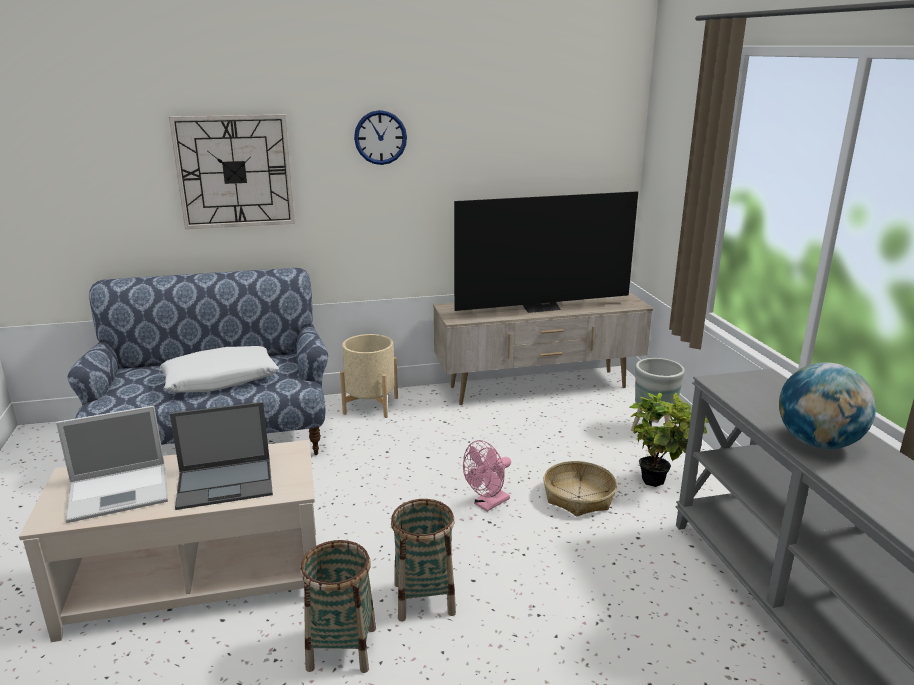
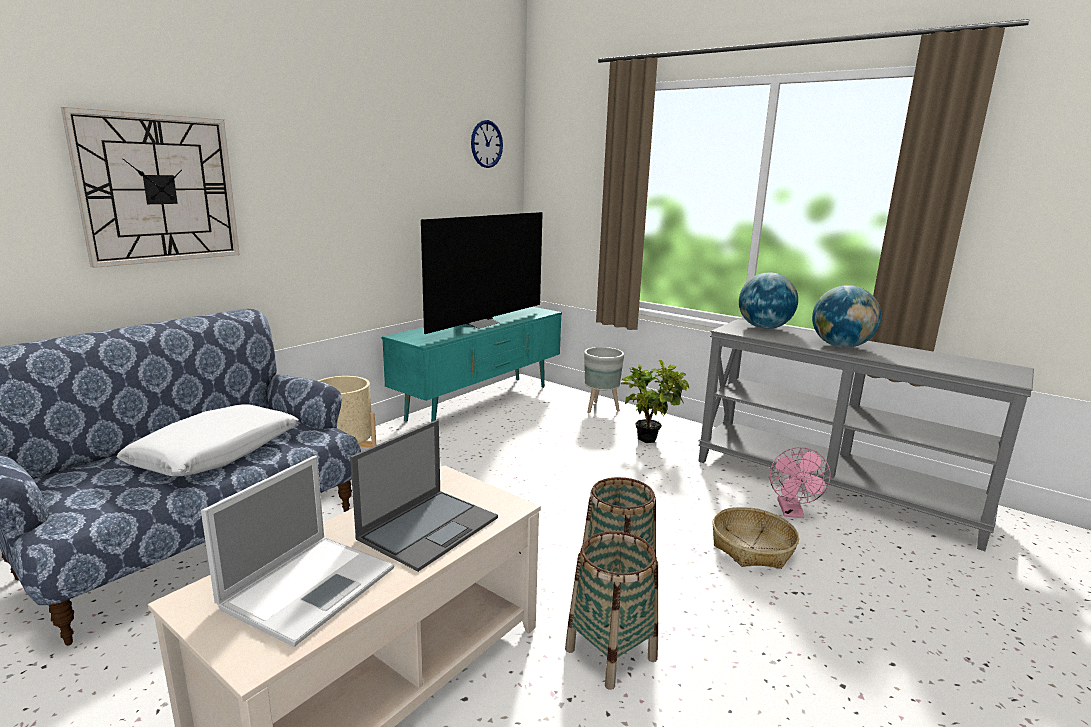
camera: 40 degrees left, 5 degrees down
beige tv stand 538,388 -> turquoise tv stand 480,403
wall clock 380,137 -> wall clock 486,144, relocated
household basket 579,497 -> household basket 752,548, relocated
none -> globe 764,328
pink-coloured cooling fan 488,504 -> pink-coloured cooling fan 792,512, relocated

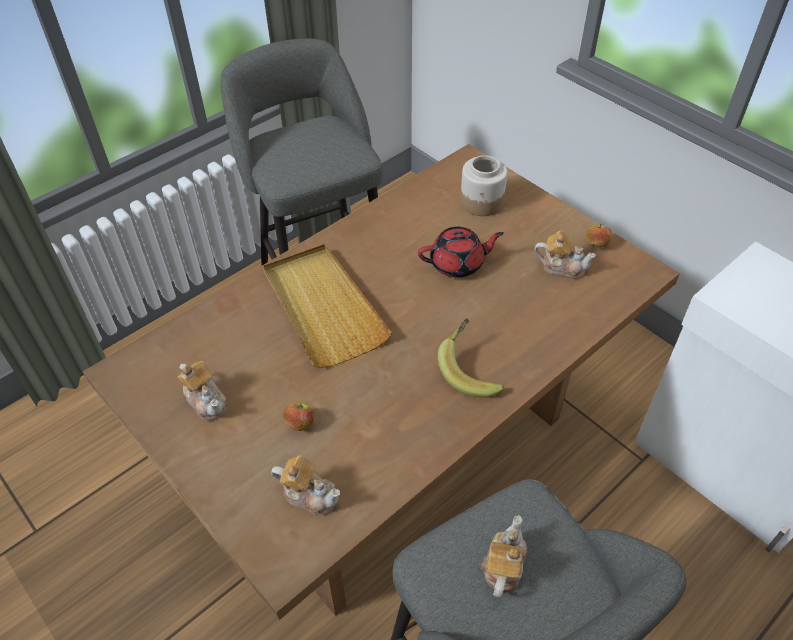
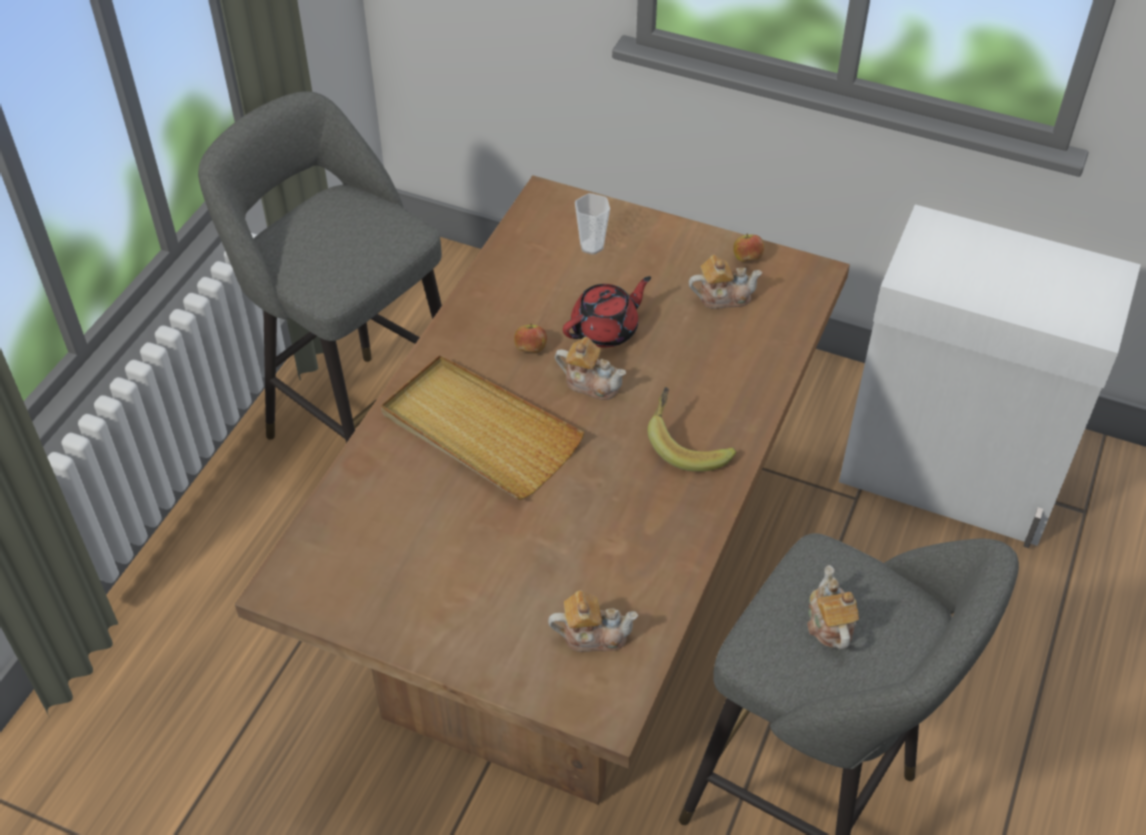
camera: 25 degrees left, 0 degrees up
apple fruit 300,424 -> apple fruit 530,349, relocated
pot for tea 206,400 -> pot for tea 591,383, relocated
jar 482,202 -> small cup 591,246

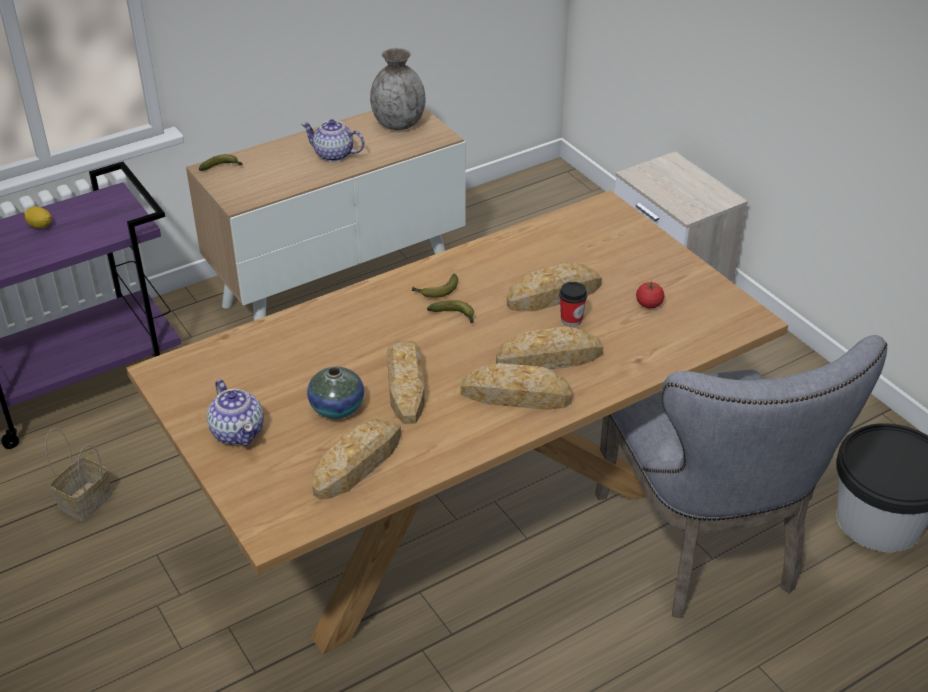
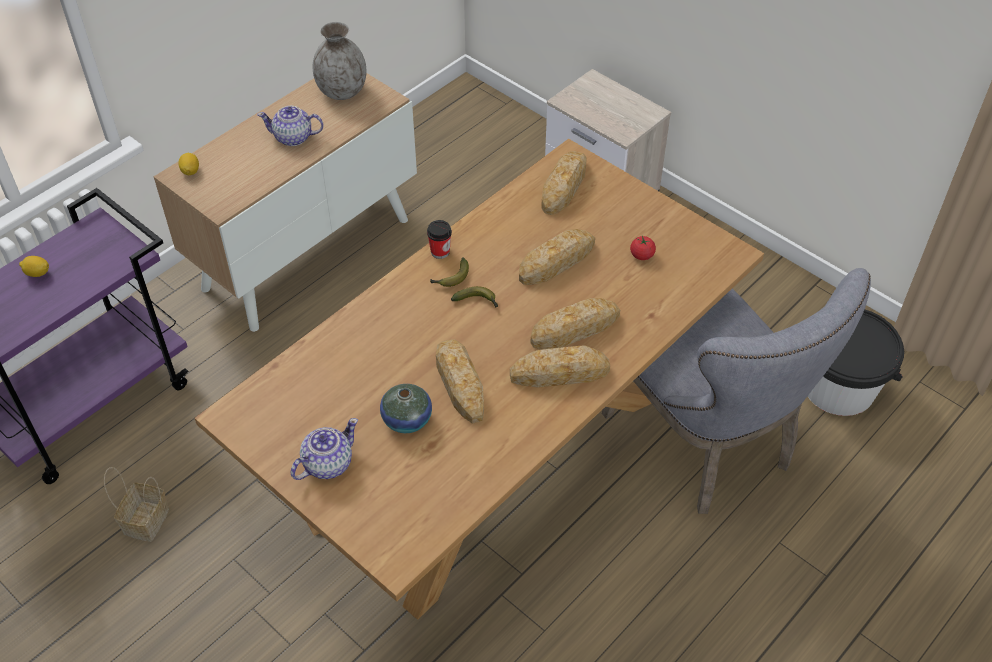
camera: 15 degrees left, 10 degrees up
whole banana 222,167 -> citrus fruit 190,171
pot for tea 238,432 -> pot for tea 327,464, 90 degrees counterclockwise
small cup 571,319 -> small cup 440,252, relocated
bakery bread 358,464 -> bakery bread 564,186, relocated

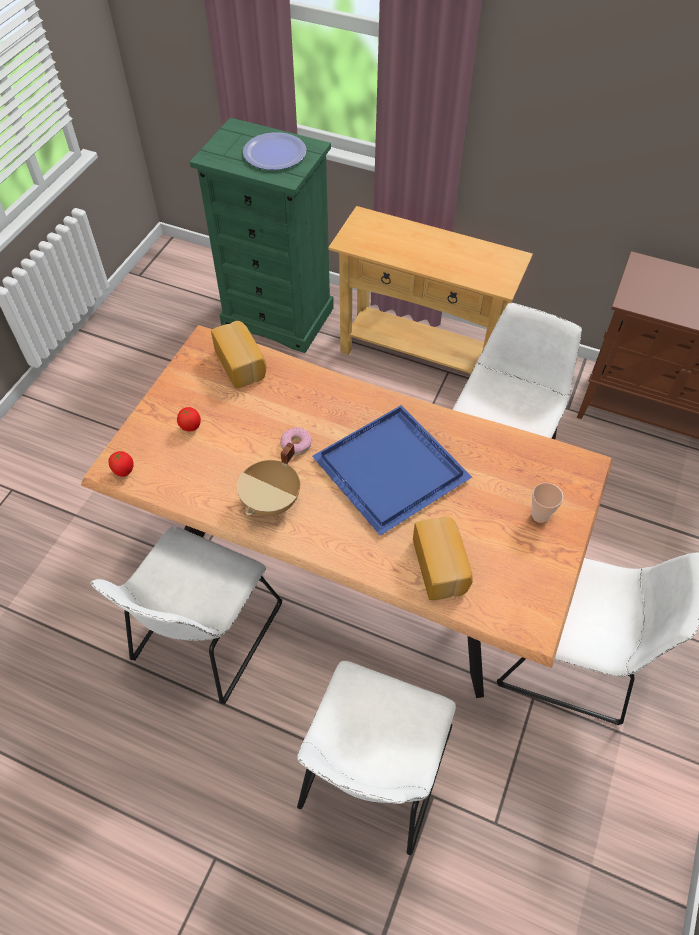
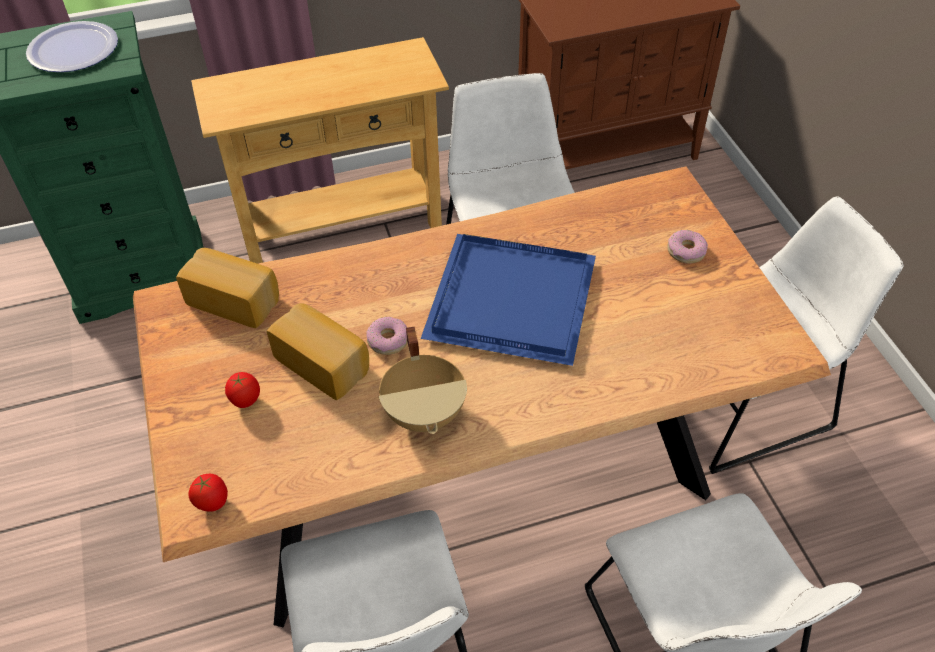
camera: 40 degrees left, 5 degrees down
bakery bread 441,566 -> bakery bread 324,362, relocated
small cup 540,515 -> donut 686,251

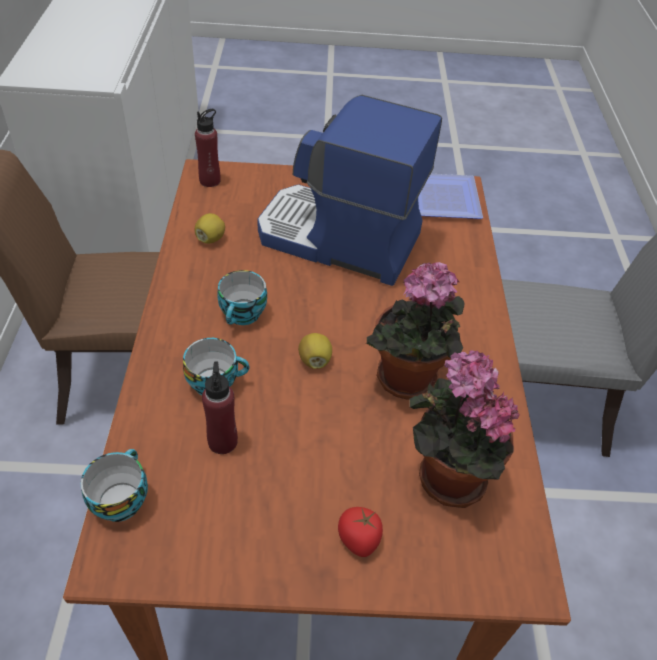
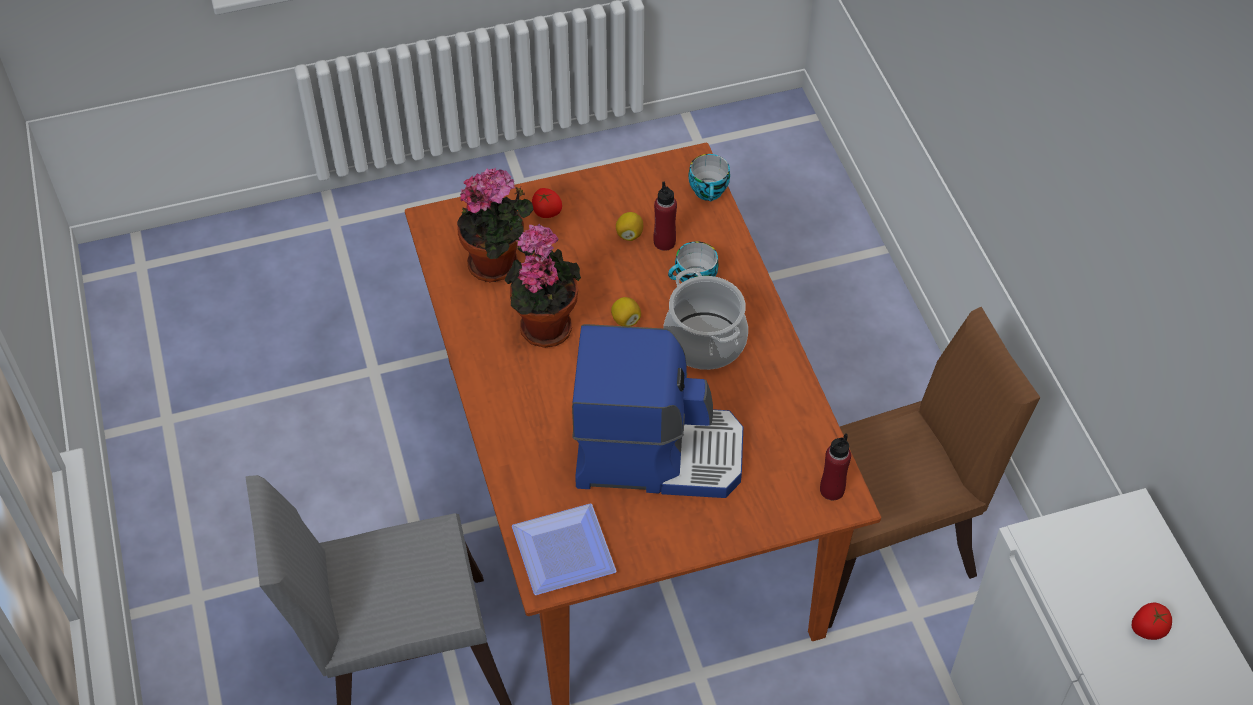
camera: 165 degrees right, 5 degrees up
citrus fruit 210,238 -> citrus fruit 629,234, relocated
small cup 243,315 -> cooking pot 704,341
none -> whole tomato 1148,629

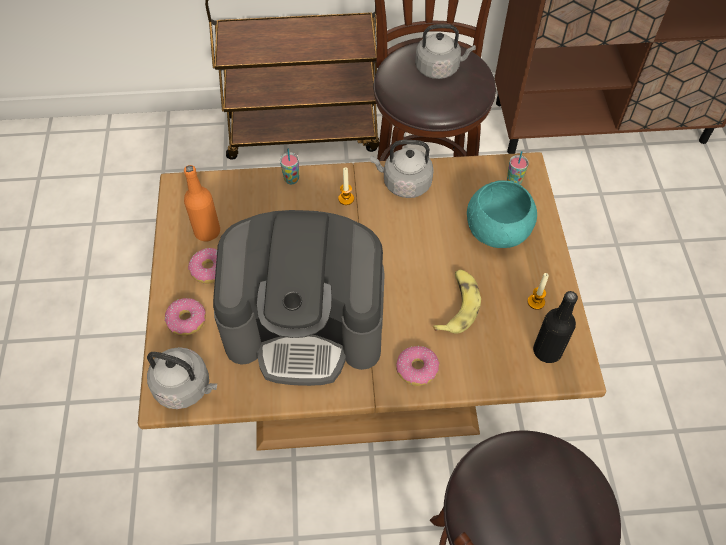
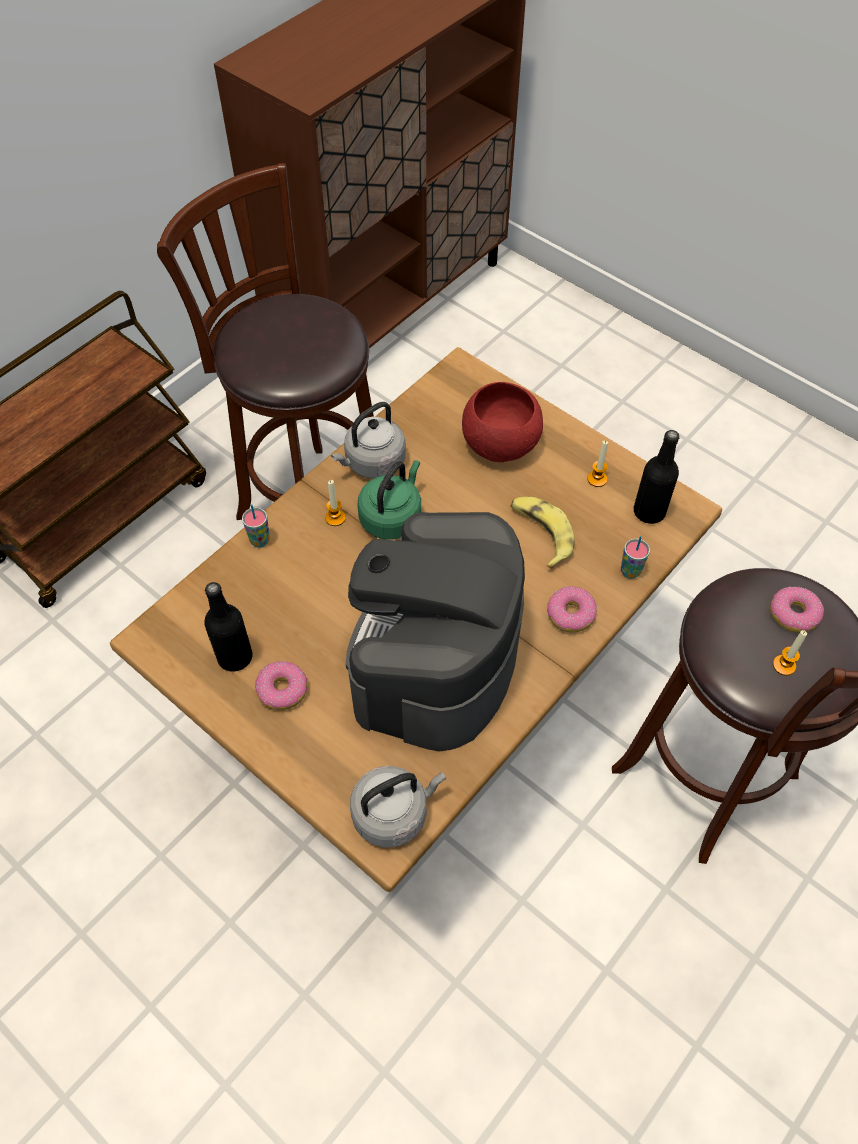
camera: 45 degrees left, 0 degrees up
orange drink bottle 207,232 -> black drink bottle 235,657
coffee maker 306,324 -> coffee maker 435,659, 150 degrees clockwise
none -> green-coloured kettle 392,517
turquoise serving bowl 497,231 -> red serving bowl 500,444
small cup 513,182 -> small cup 630,571, relocated
donut 187,320 -> donut 794,614, relocated
none -> wax light 784,665
gray kettle 439,68 -> none

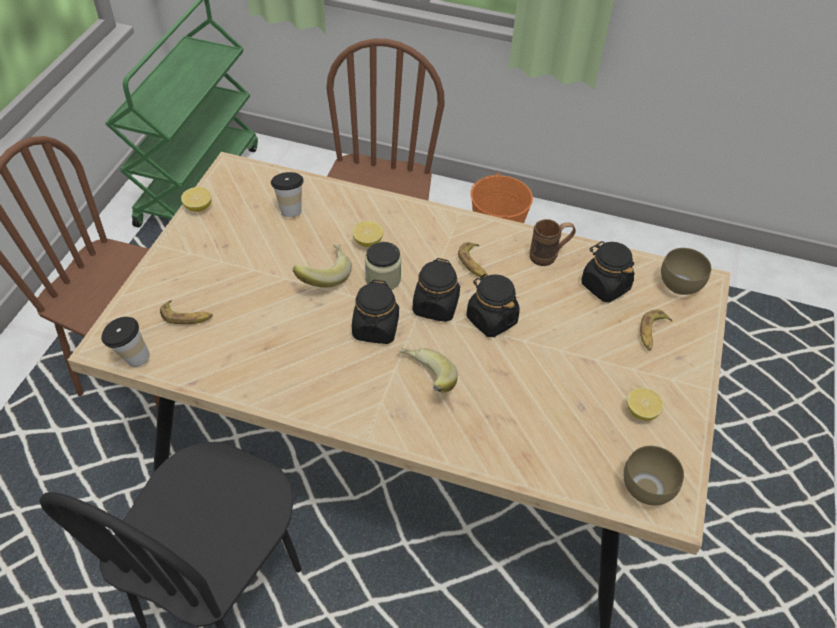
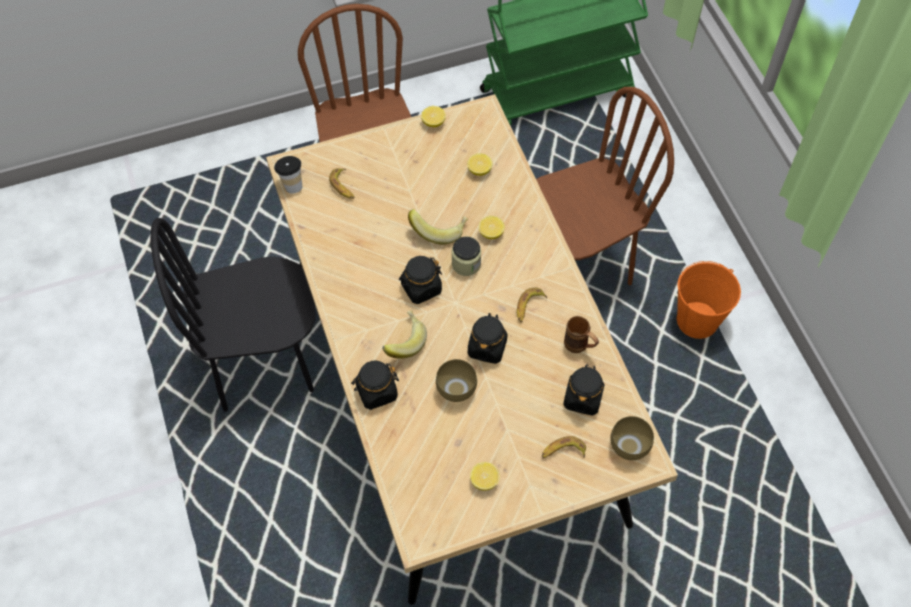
camera: 55 degrees right, 10 degrees up
black jar 435,306 -> black jar 376,392, relocated
brownish serving bowl 646,490 -> brownish serving bowl 454,389, relocated
small cup 290,209 -> citrus fruit 479,170

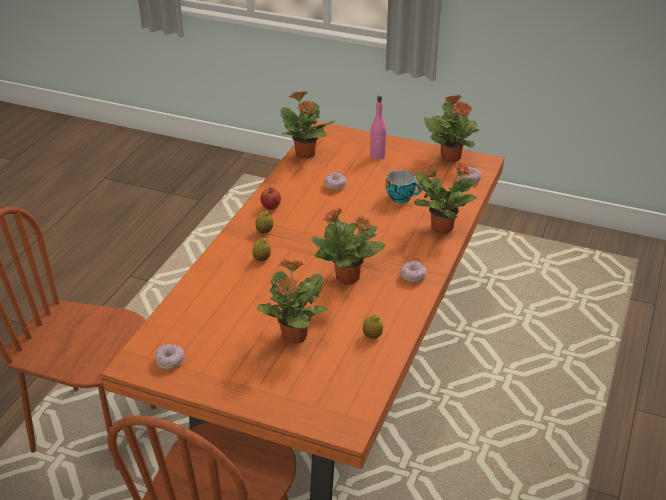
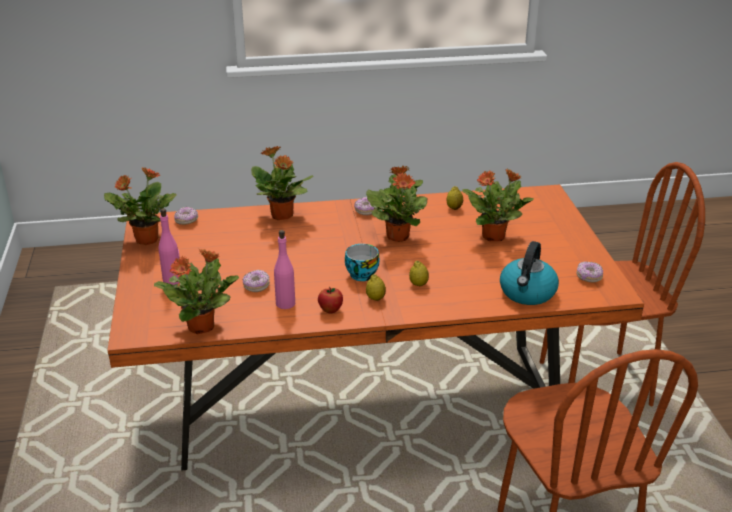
camera: 120 degrees left, 5 degrees down
none -> pink-coloured drink bottle 285,303
small cup 402,197 -> small cup 360,274, relocated
none -> kettle 527,293

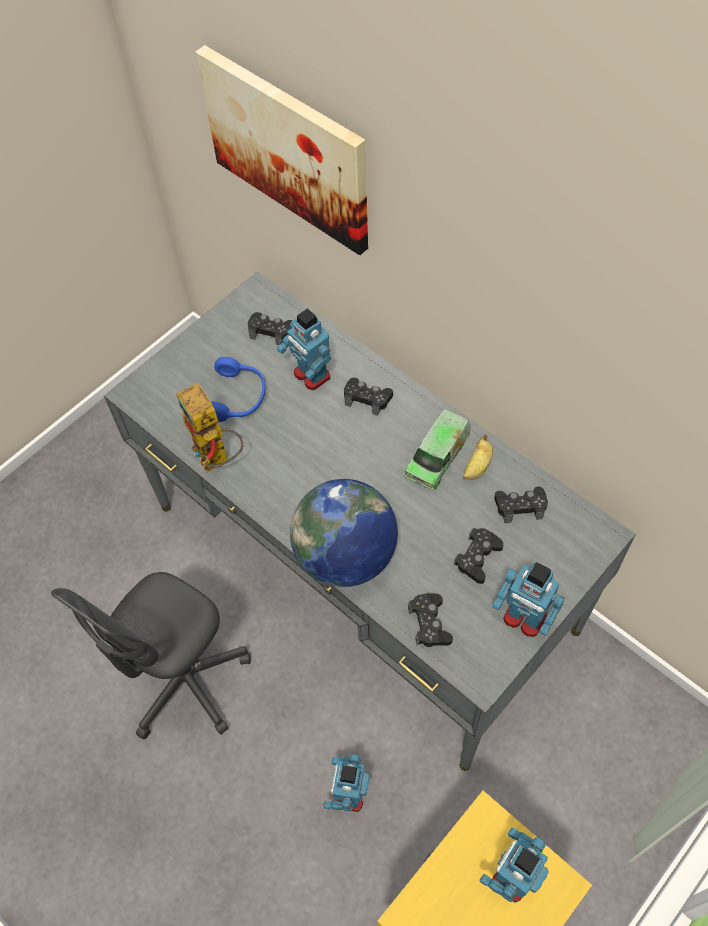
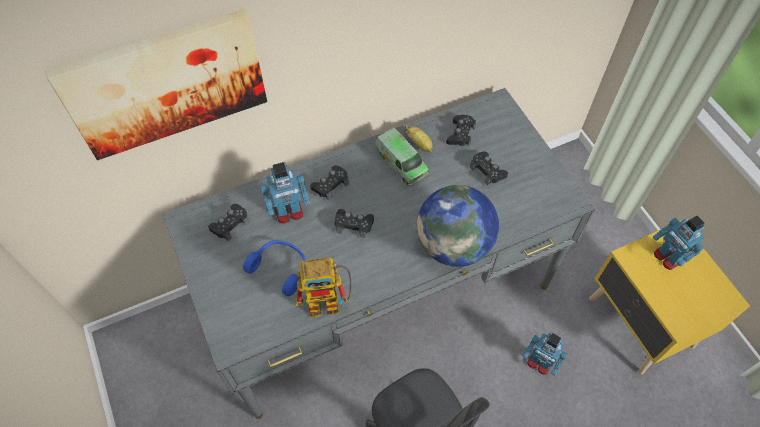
camera: 70 degrees left, 0 degrees up
black gamepad 429,623 -> black gamepad 353,225, relocated
toy robot 524,618 -> none

